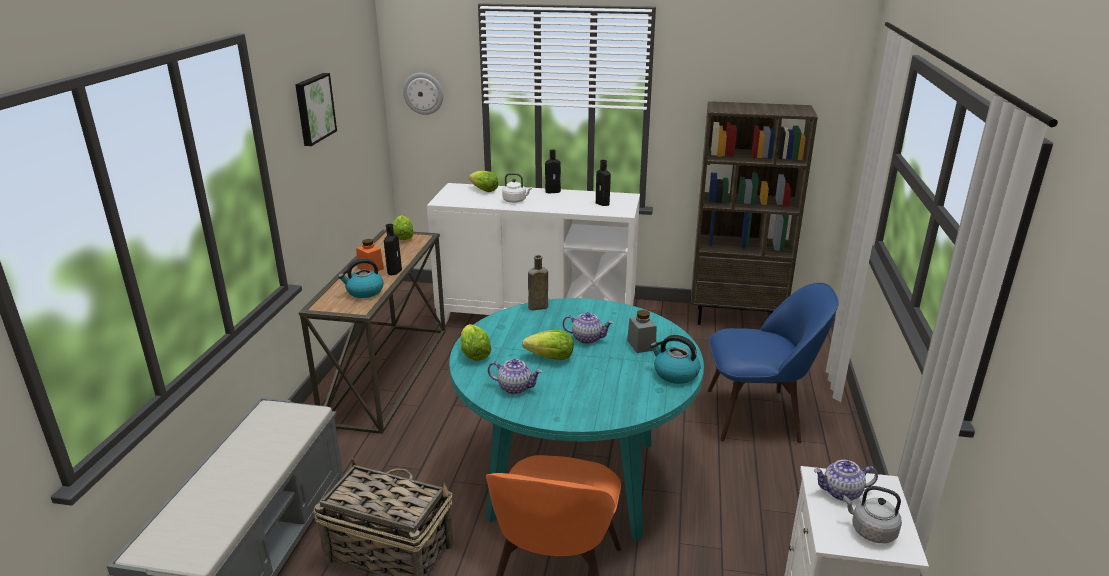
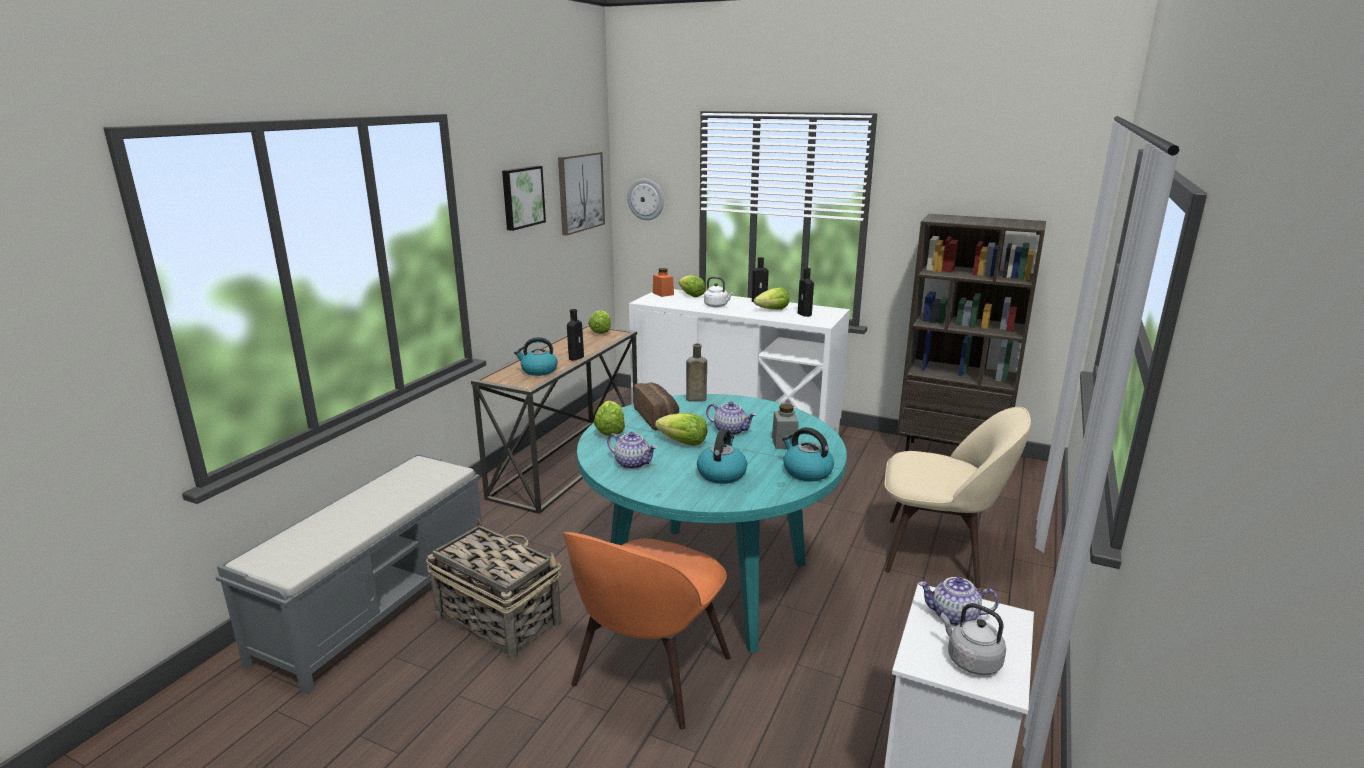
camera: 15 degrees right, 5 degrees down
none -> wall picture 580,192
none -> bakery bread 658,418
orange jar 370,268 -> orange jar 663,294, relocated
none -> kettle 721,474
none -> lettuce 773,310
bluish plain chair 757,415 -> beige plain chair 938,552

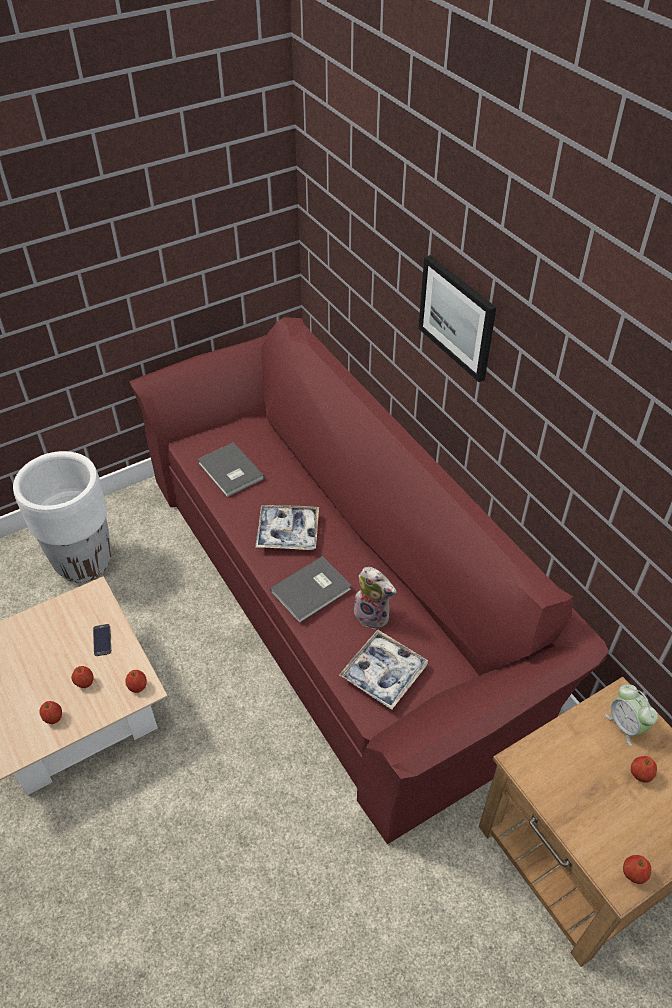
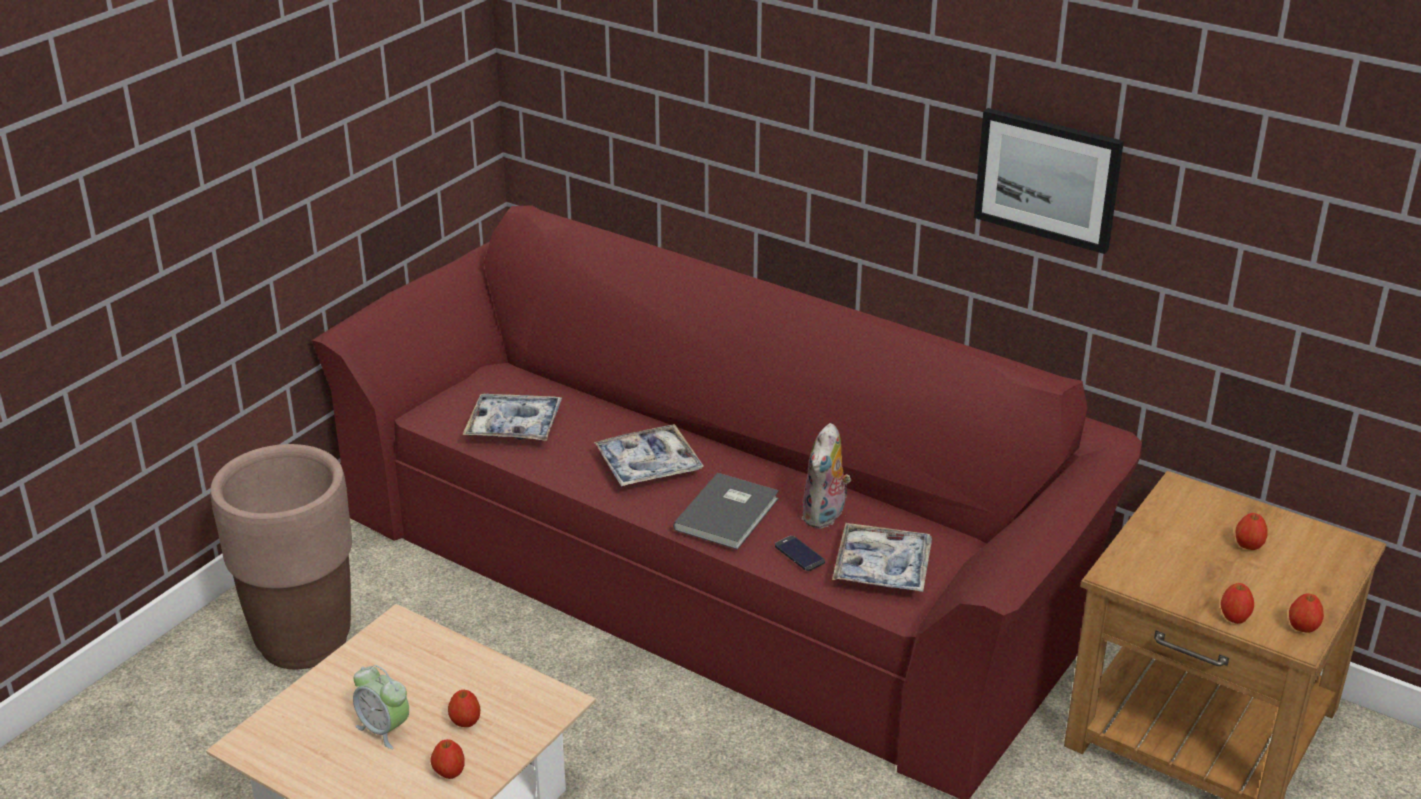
camera: 25 degrees left, 15 degrees down
white plant pot 84,562 -> brownish plant pot 303,642
alarm clock 626,725 -> alarm clock 384,729, relocated
gray bound book 230,472 -> tray 514,426
telephone 102,640 -> telephone 799,554, relocated
cuddly toy 374,615 -> cuddly toy 825,516, 105 degrees clockwise
wall picture 457,317 -> wall picture 1048,178, relocated
apple fruit 138,687 -> apple fruit 1234,617, relocated

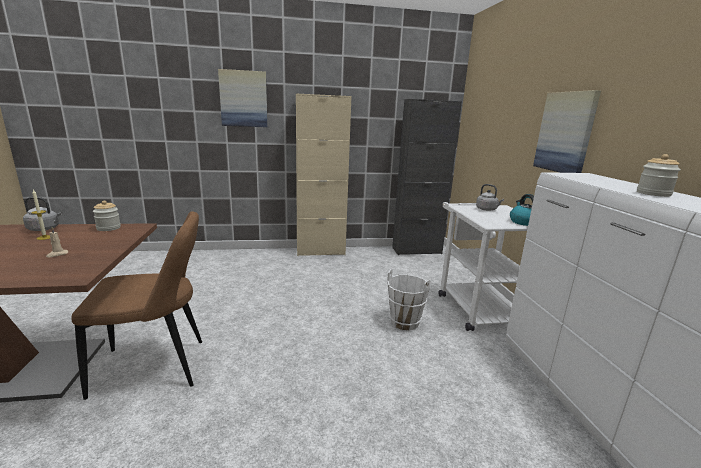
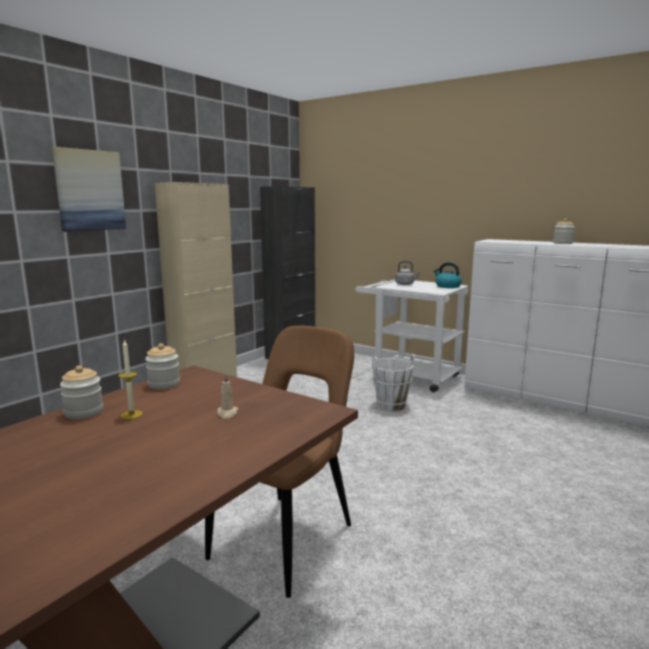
camera: 45 degrees left, 5 degrees down
gray kettle 45,229 -> jar 84,412
wall picture 565,132 -> none

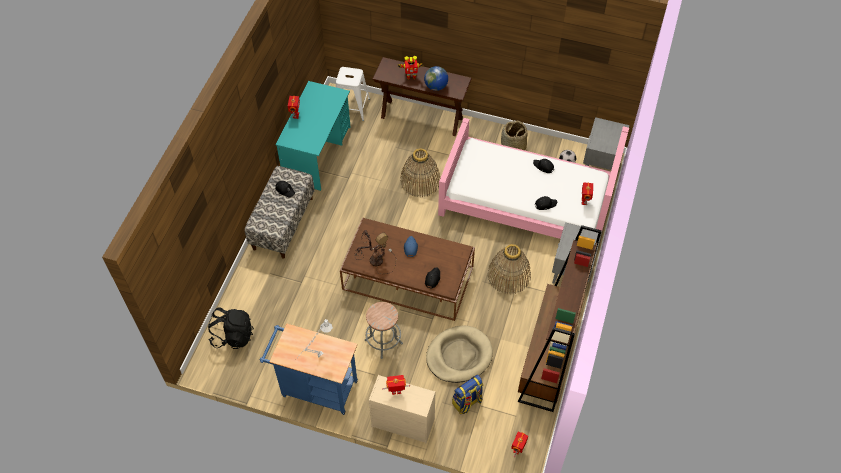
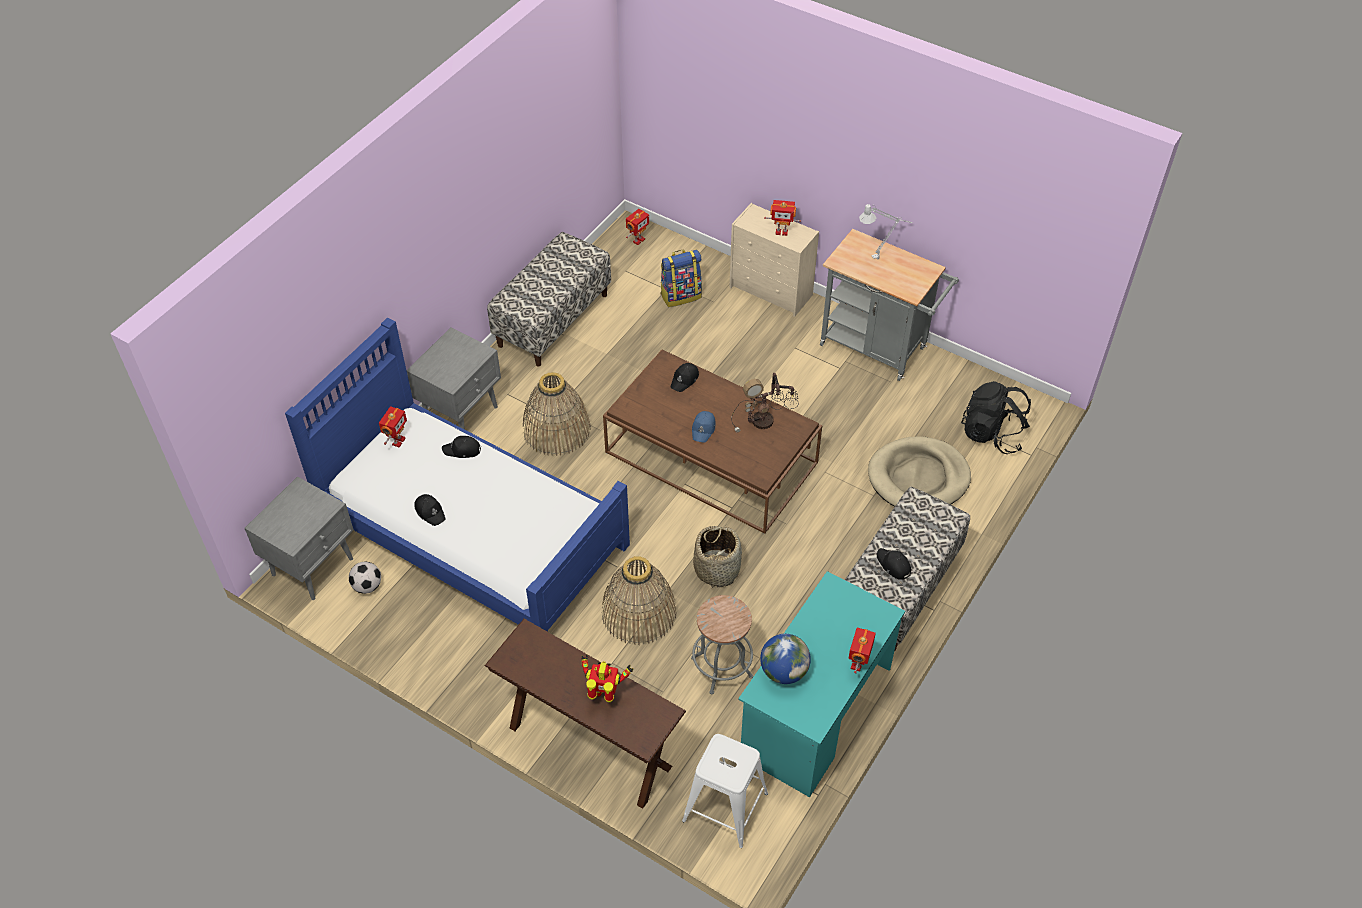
camera: 165 degrees left, 5 degrees down
pink-coloured bedroom bed 526,202 -> bluish bedroom bed 473,533
brownish bookcase 548,358 -> long seat 553,320
gray stool seat 383,341 -> gray stool seat 722,667, relocated
household basket 513,147 -> household basket 717,569, relocated
globe 436,86 -> globe 783,671, relocated
bluish trolley 315,388 -> gray trolley 879,348
beige pet bed 459,355 -> beige pet bed 918,477, relocated

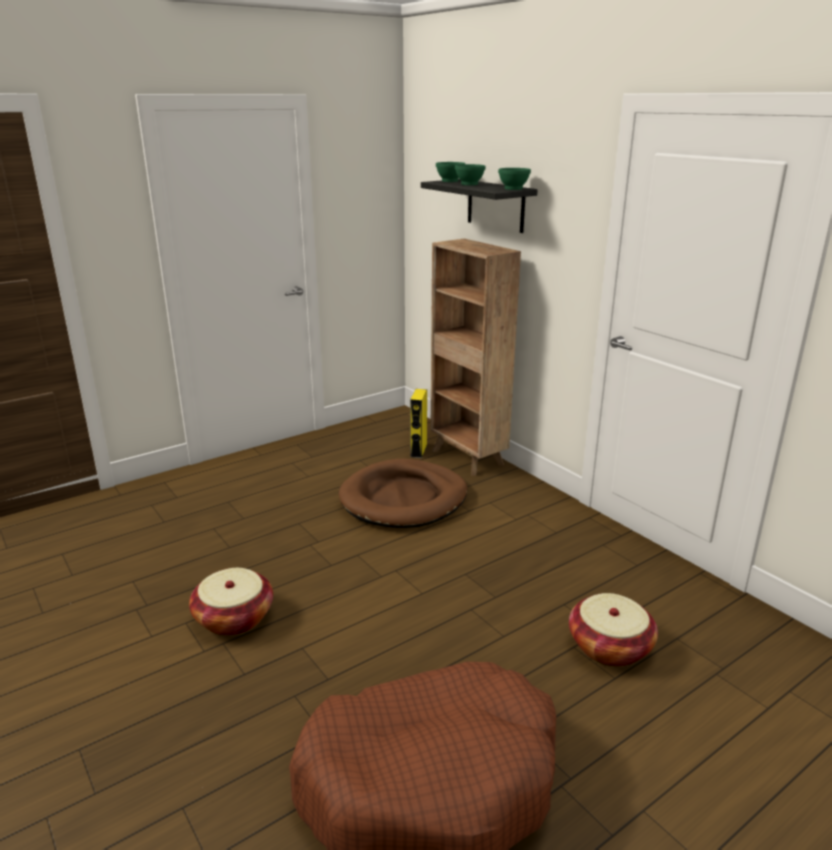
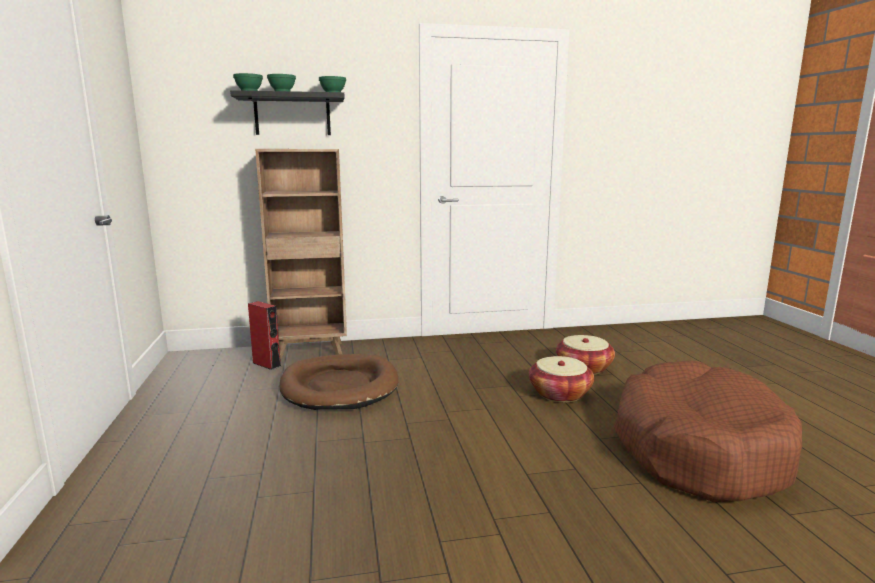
camera: 65 degrees left, 10 degrees down
yellow speaker 418,451 -> red speaker 266,364
household basket 234,618 -> household basket 560,393, relocated

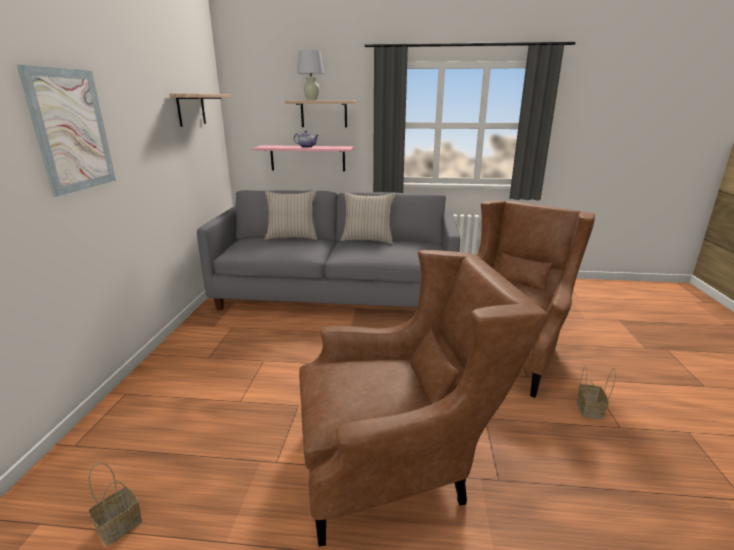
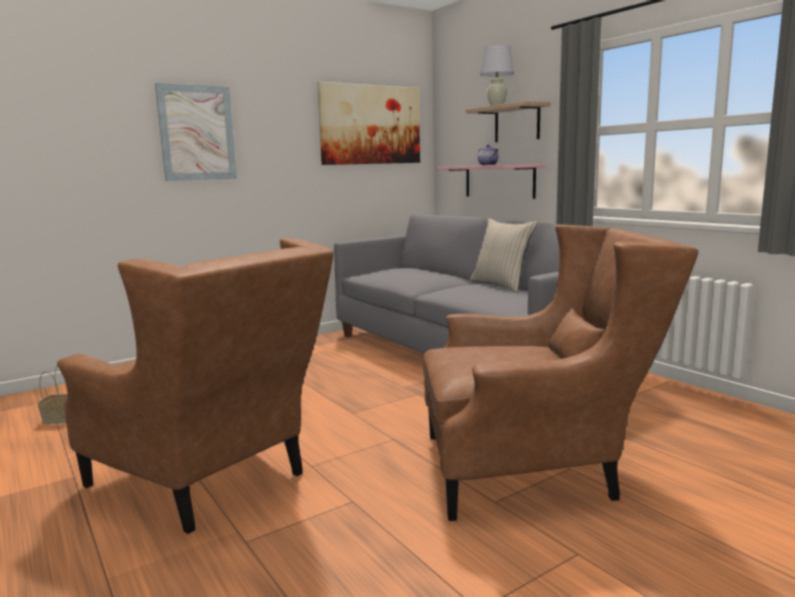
camera: 50 degrees right, 10 degrees down
bracket shelf 191,109 -> wall picture 370,125
beige cushion 292,237 -> none
household basket 590,410 -> none

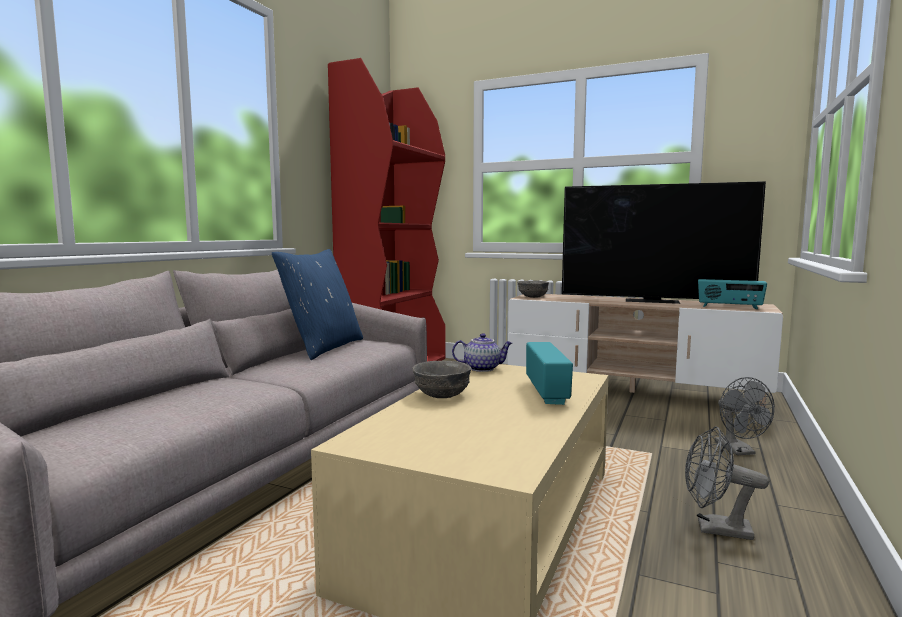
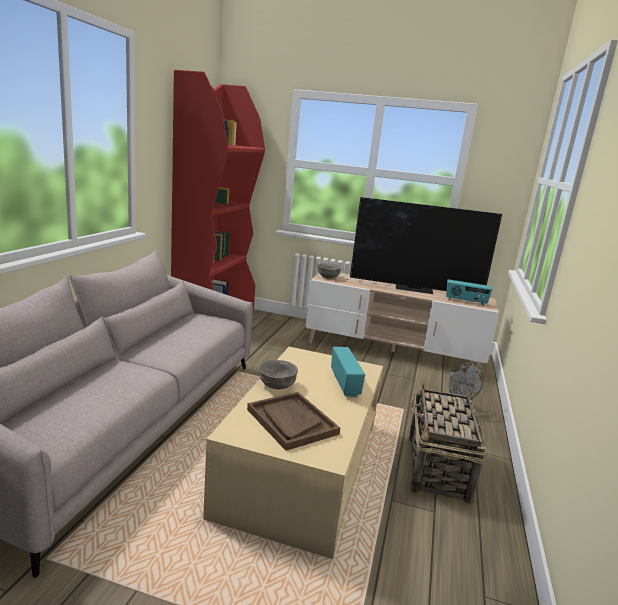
camera: 10 degrees left, 10 degrees up
none -> brownish tray 291,421
gray cooling fan 715,529 -> household basket 437,468
bluish cushion 323,347 -> none
pot for tea 482,368 -> none

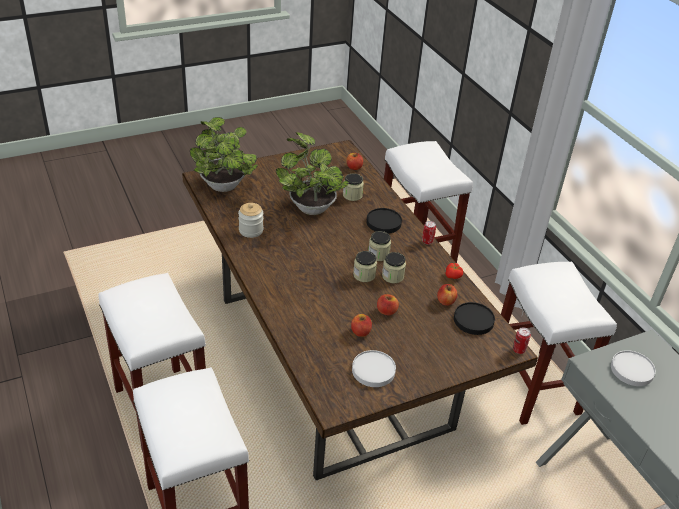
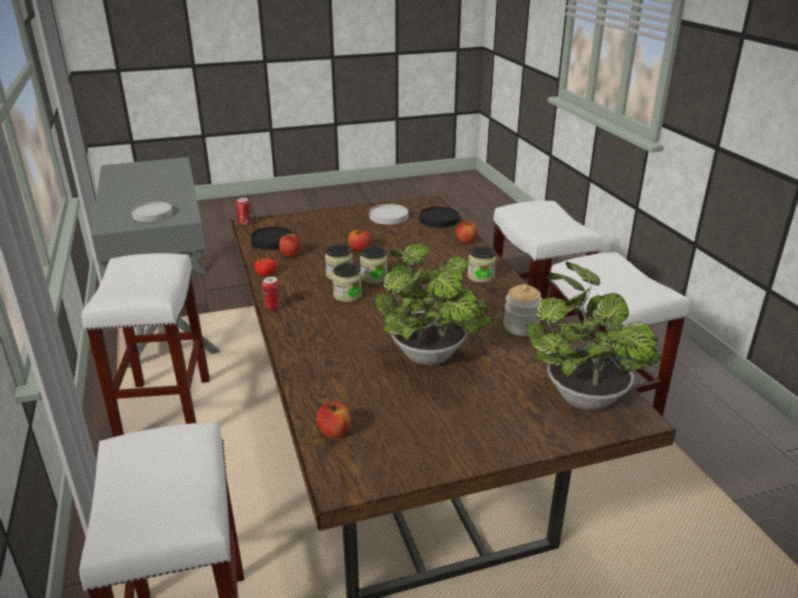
camera: 170 degrees left, 10 degrees down
black plate 383,223 -> black plate 438,219, relocated
apple fruit 360,332 -> apple fruit 466,240, relocated
jar 352,195 -> jar 480,277, relocated

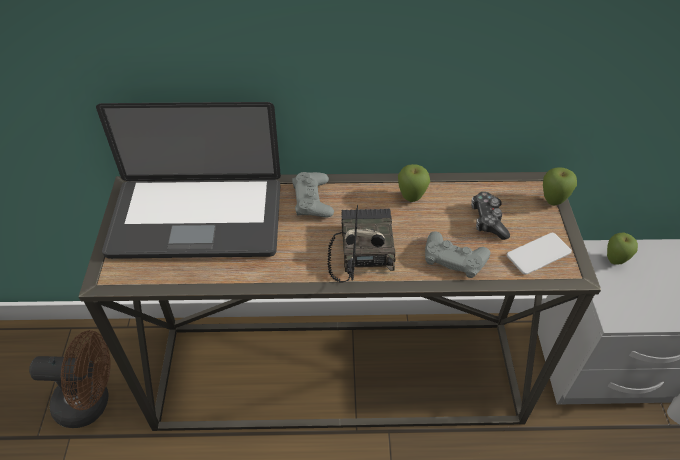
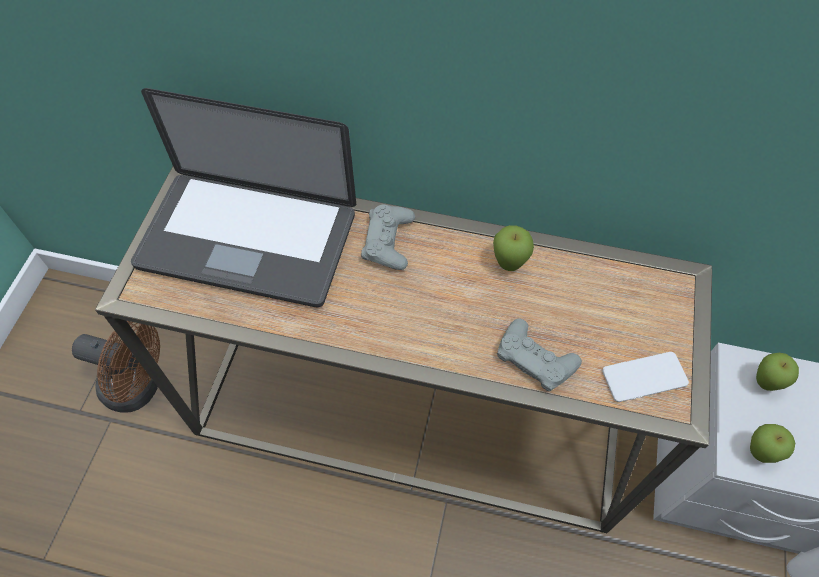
camera: 15 degrees right, 10 degrees up
apple fruit 552,201 -> apple fruit 758,453, relocated
radio 361,249 -> none
gamepad 488,220 -> none

